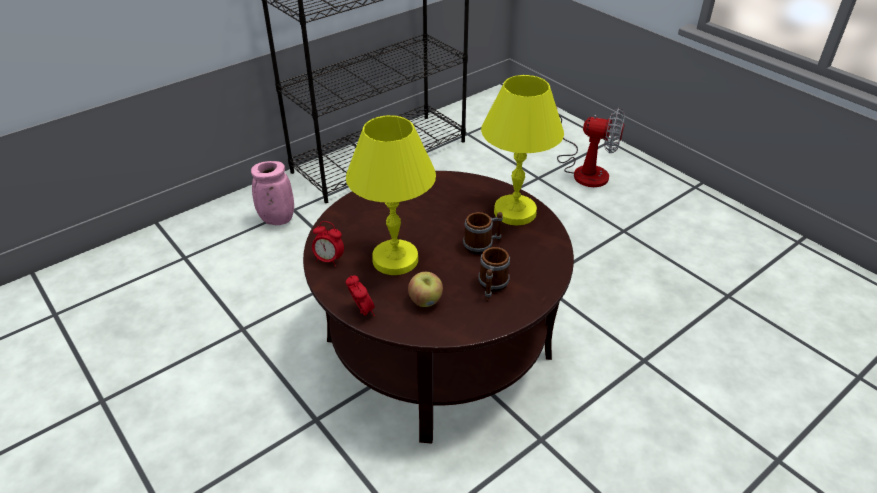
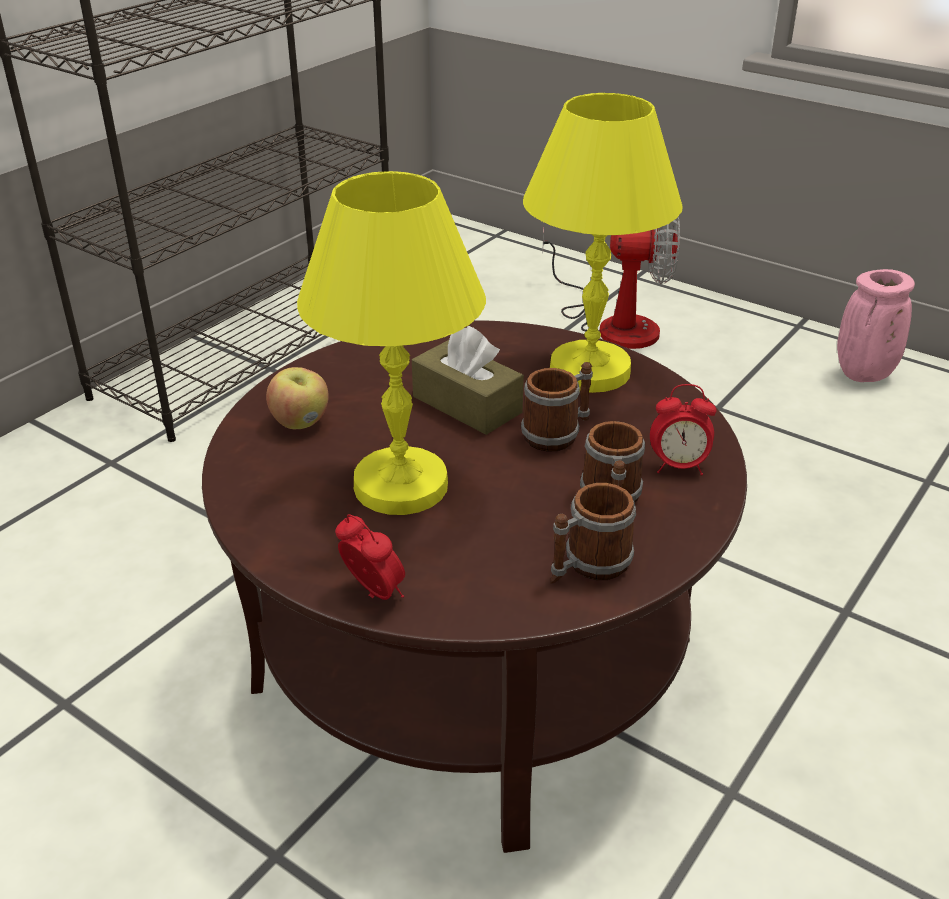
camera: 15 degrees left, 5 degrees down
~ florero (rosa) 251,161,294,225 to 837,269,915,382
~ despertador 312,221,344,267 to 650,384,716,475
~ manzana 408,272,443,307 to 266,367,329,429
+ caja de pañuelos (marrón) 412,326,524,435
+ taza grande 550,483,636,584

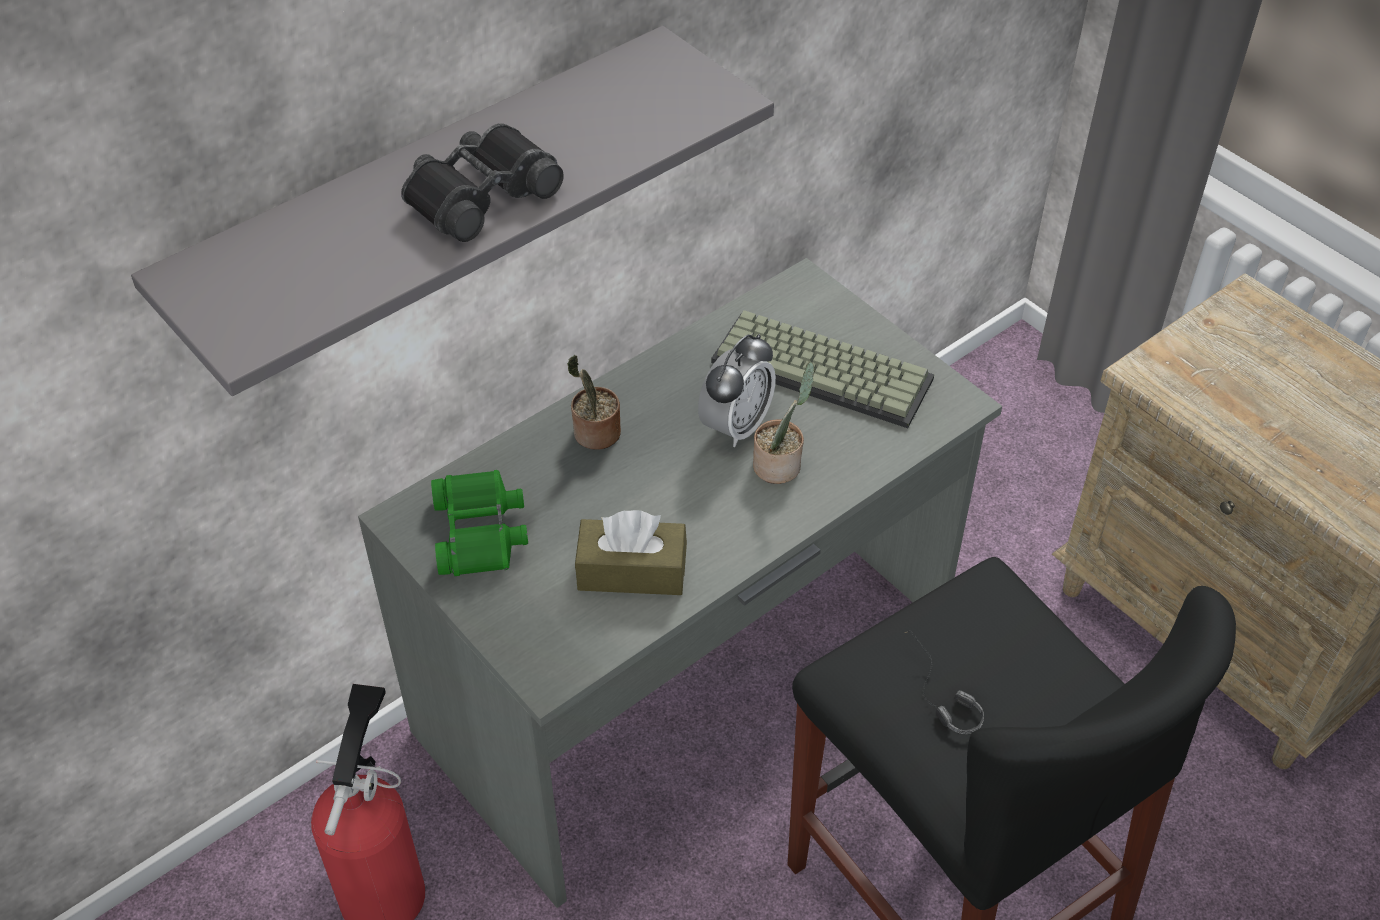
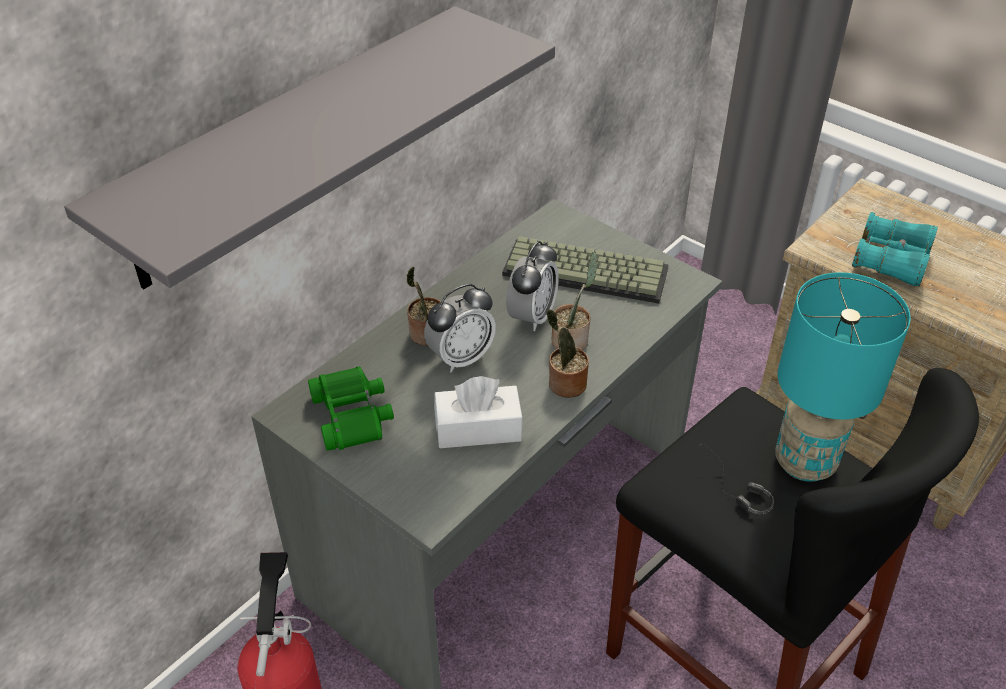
camera: 10 degrees left, 5 degrees down
- prismáticos (negro) 401,124,564,242
~ caja de pañuelos (marrón) 575,510,687,595 to caja de pañuelos (blanco) 434,376,523,448
+ prismáticos (turquesa) 852,212,938,287
+ lámpara de mesa (turquesa) 775,272,911,482
+ despertador 424,284,496,373
+ planta en maceta 547,309,589,398

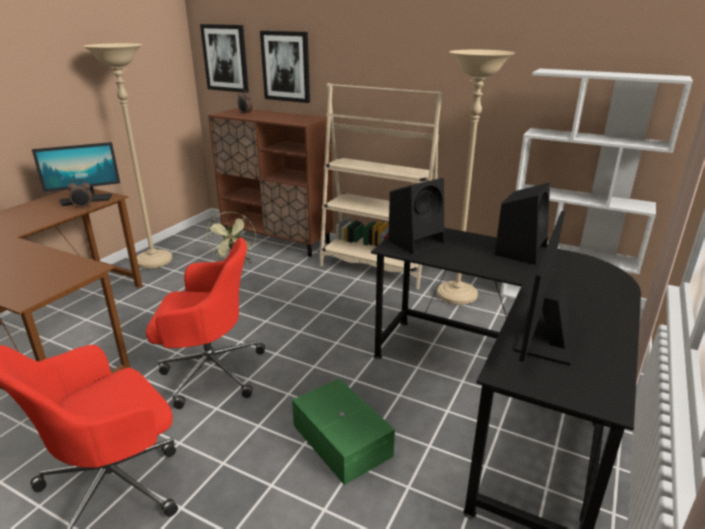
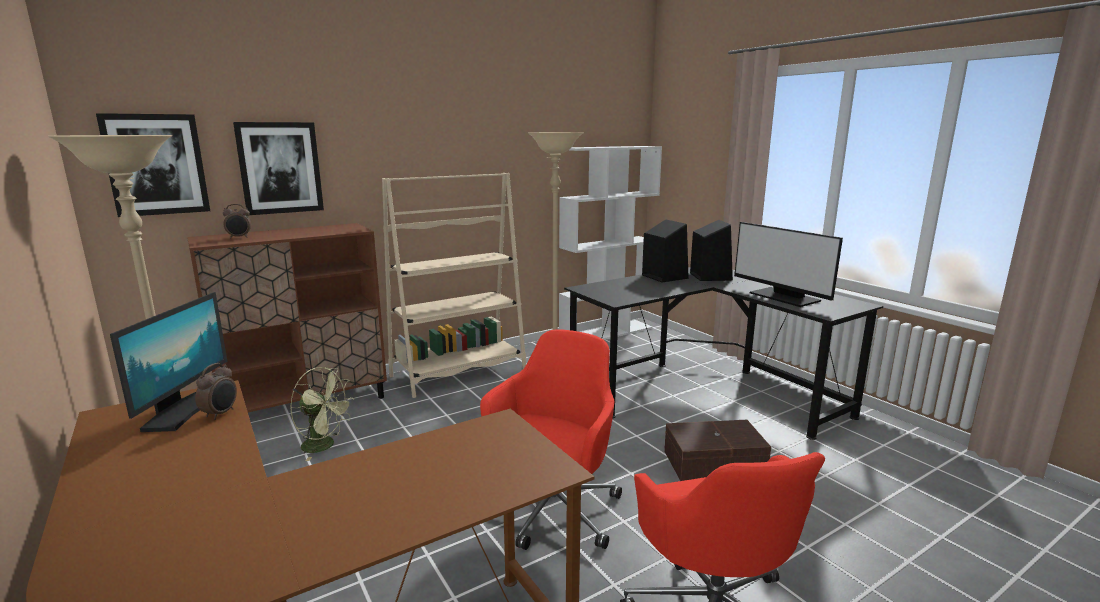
camera: 60 degrees left, 10 degrees down
~ altavoz (negro) 388,178,445,254 to 690,220,733,281
~ caja de almacenaje (verde) 292,378,395,485 to caja de almacenaje (marrón) 664,420,771,481

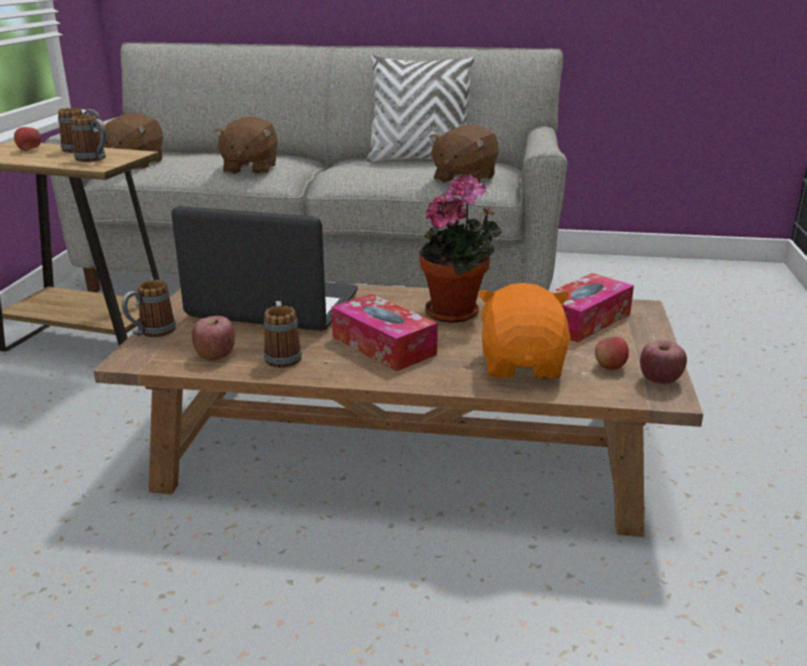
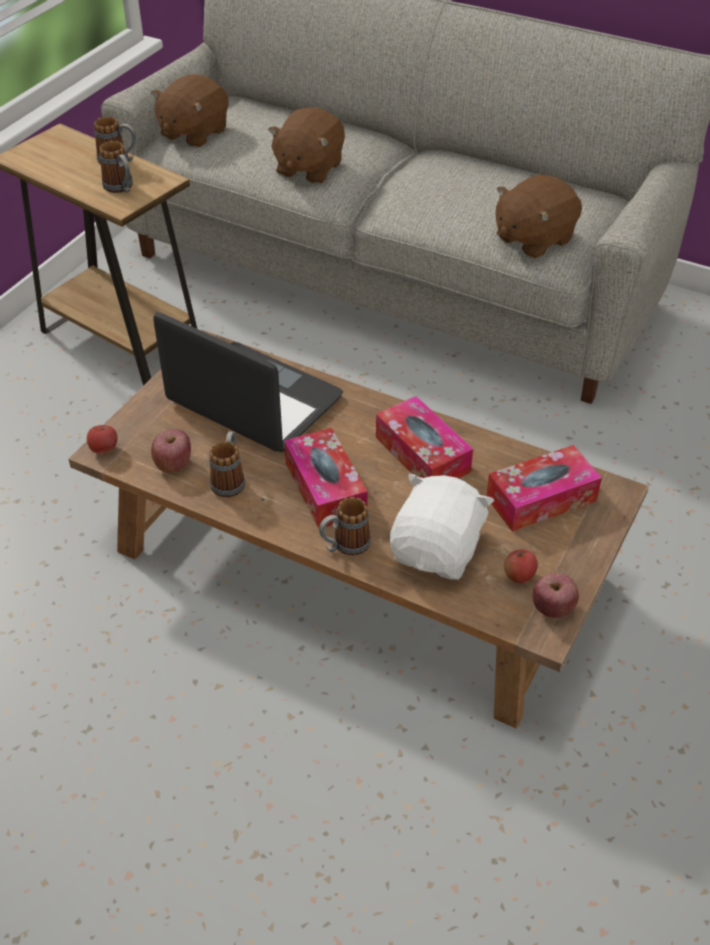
camera: 20 degrees right, 20 degrees up
- cojín (blanco) 366,54,474,162
~ manzana 14,127,41,151 to 87,425,118,454
~ planta en maceta 419,174,502,323 to caja de pañuelos 376,396,473,479
~ taza grande 122,280,176,337 to 319,497,371,555
~ peluche (naranja) 478,283,570,379 to peluche (blanco) 390,473,494,580

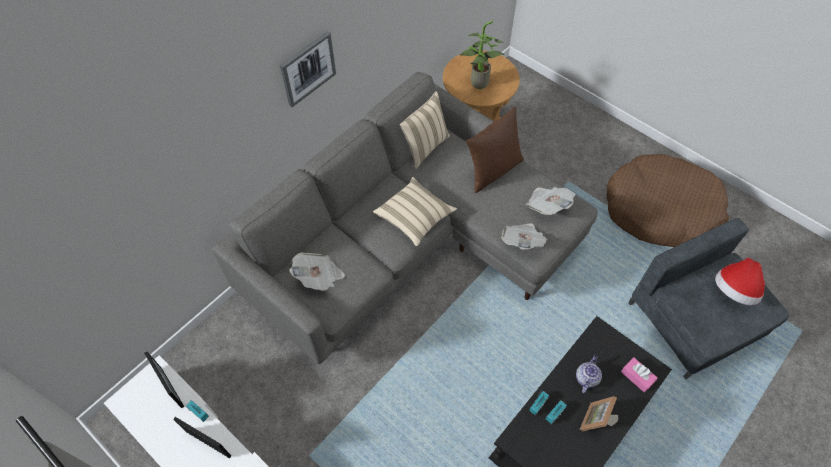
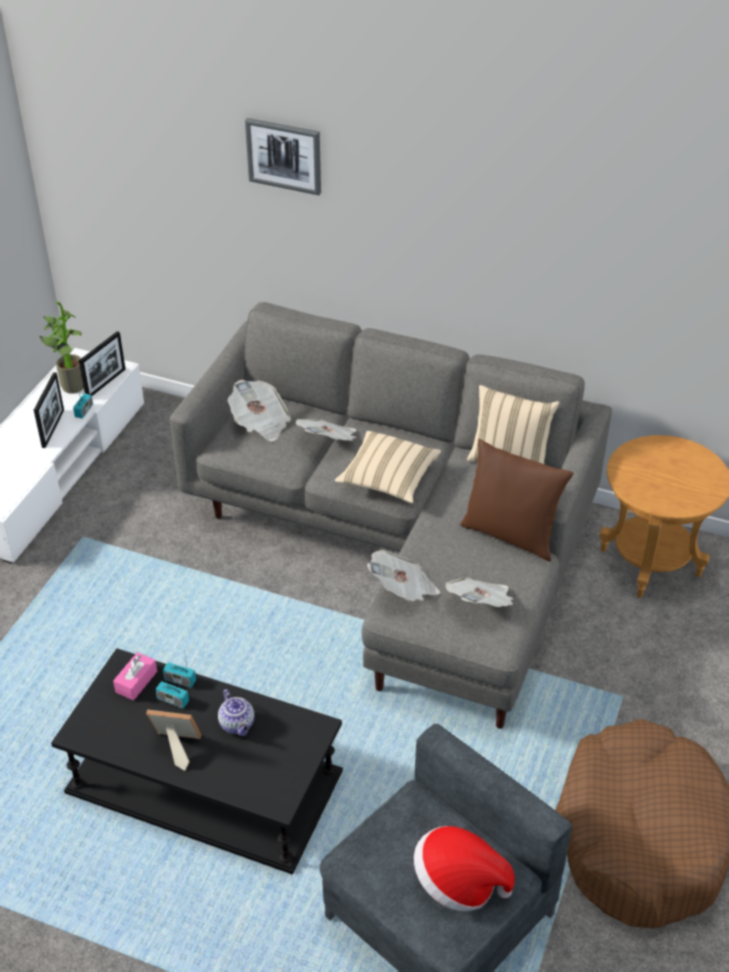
camera: 70 degrees right, 15 degrees down
~ planta en maceta 460,21,505,89 to 39,301,84,394
~ cuadro 280,31,336,107 to 245,118,321,195
~ tetera 576,354,602,393 = 218,689,254,736 60 degrees clockwise
~ caja de pañuelos (rosa) 621,357,658,393 to 113,652,157,700
+ periódico 296,419,356,441

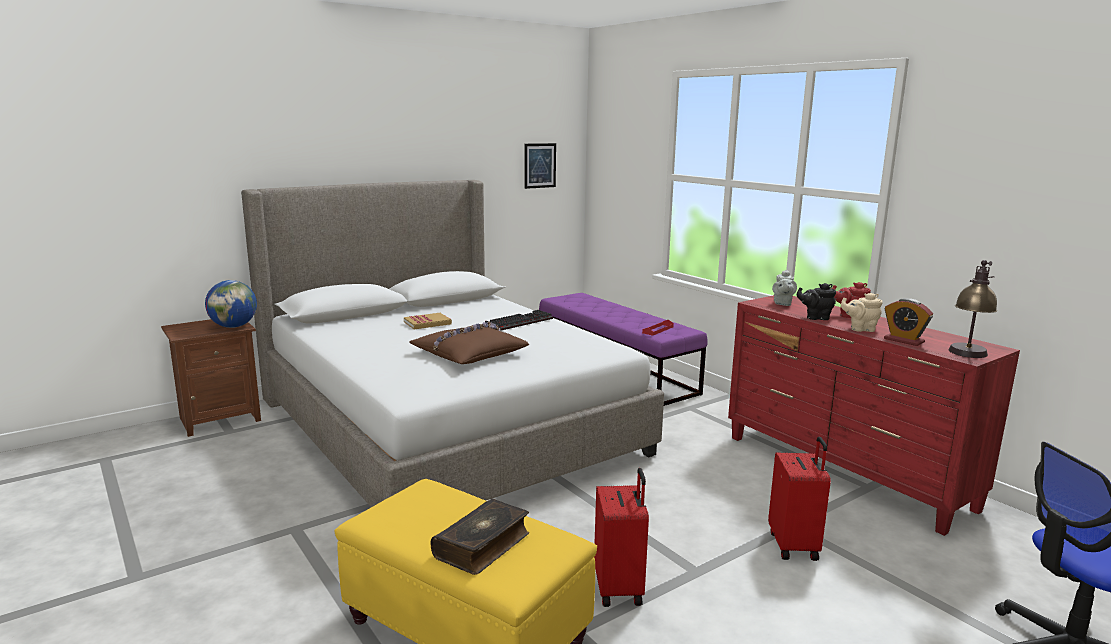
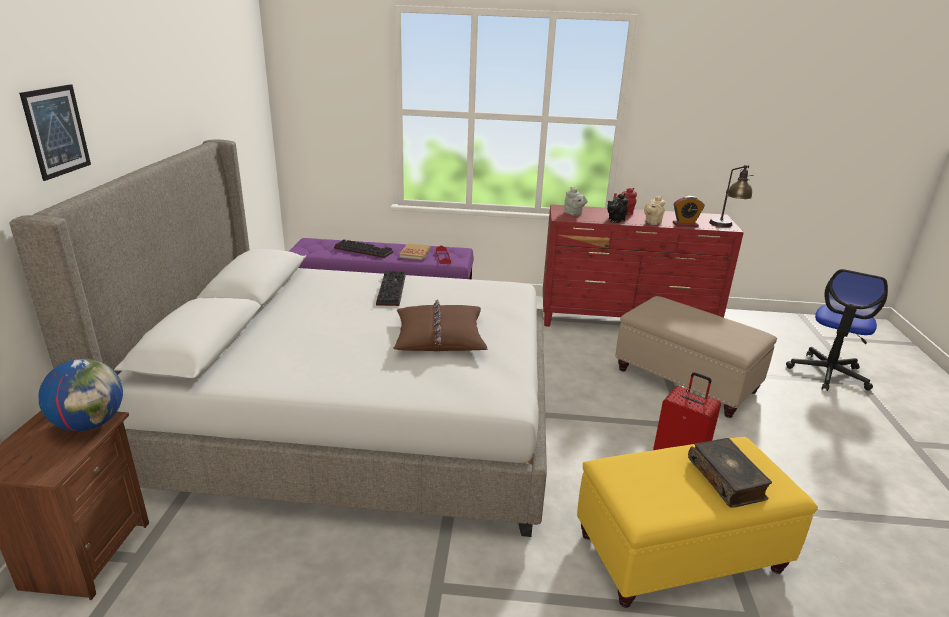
camera: 50 degrees left, 10 degrees up
~ cuadro 524,143,556,189 to 19,84,91,181
~ libro 404,313,452,330 to 399,244,430,260
~ maleta (rojo) 768,437,831,561 to puf (beis) 616,296,777,418
+ teclado 334,239,393,258

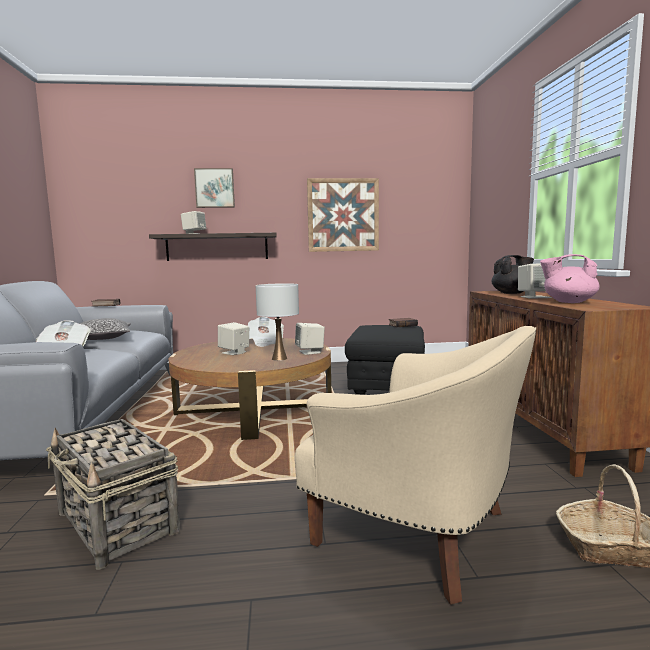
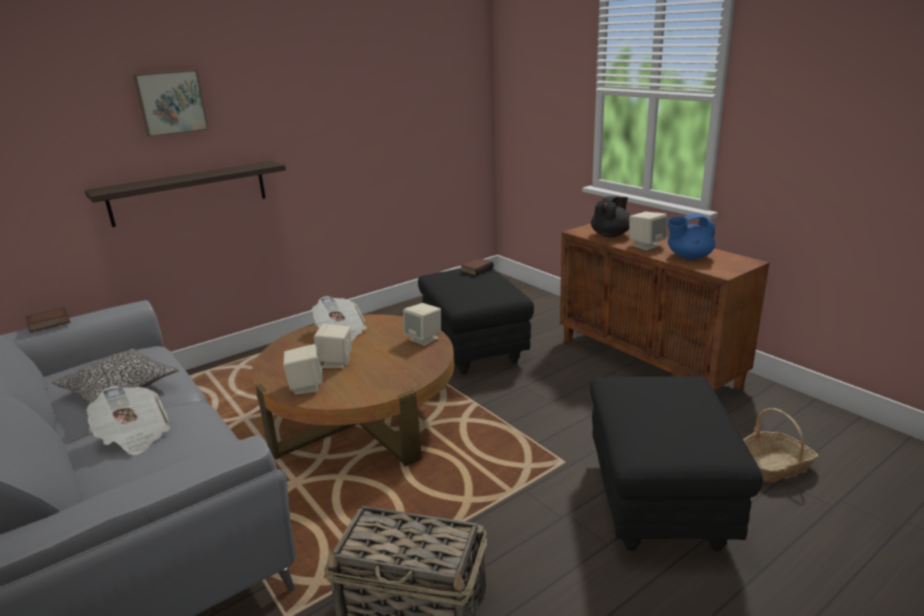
camera: 30 degrees left, 15 degrees up
- cuadro 307,178,379,252
~ altavoz (beis) 181,211,206,234 to 283,344,323,395
~ tetera (rosa) 540,254,600,303 to tetera (azul) 668,214,715,260
- lámpara de mesa (blanco) 256,283,299,361
~ sillón (beis) 295,326,536,605 to puf (negro) 590,376,762,551

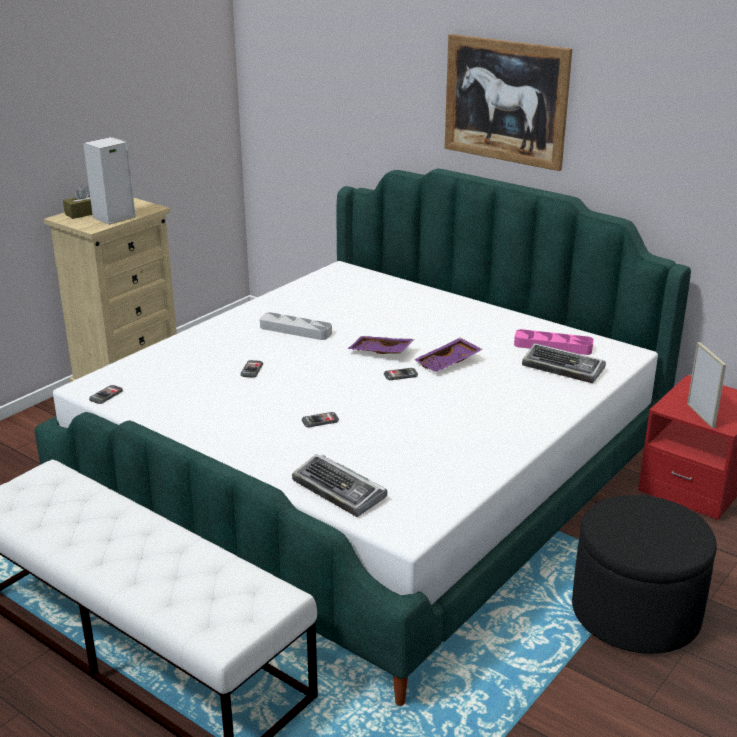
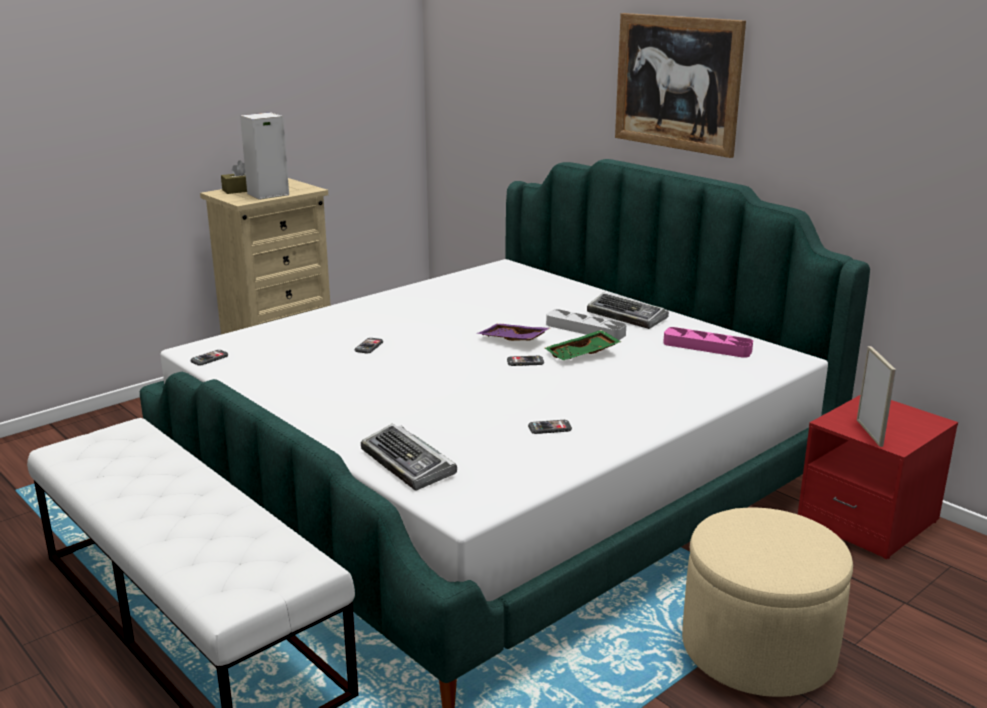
camera: 10 degrees right, 5 degrees down
~ bandeja (gris) 260,312,332,340 to 546,309,626,340
~ bandeja (morado) 414,338,483,372 to bandeja (verde) 545,330,621,360
~ teclado 522,343,606,383 to 587,292,669,329
~ móvil 302,412,339,427 to 528,420,572,434
~ puf (negro) 572,495,717,654 to puf (beis) 682,508,853,697

